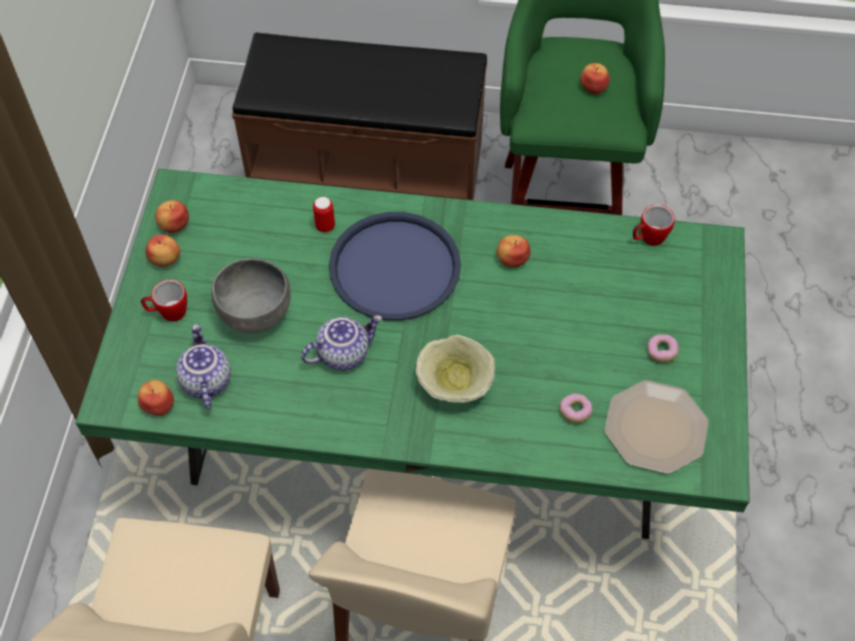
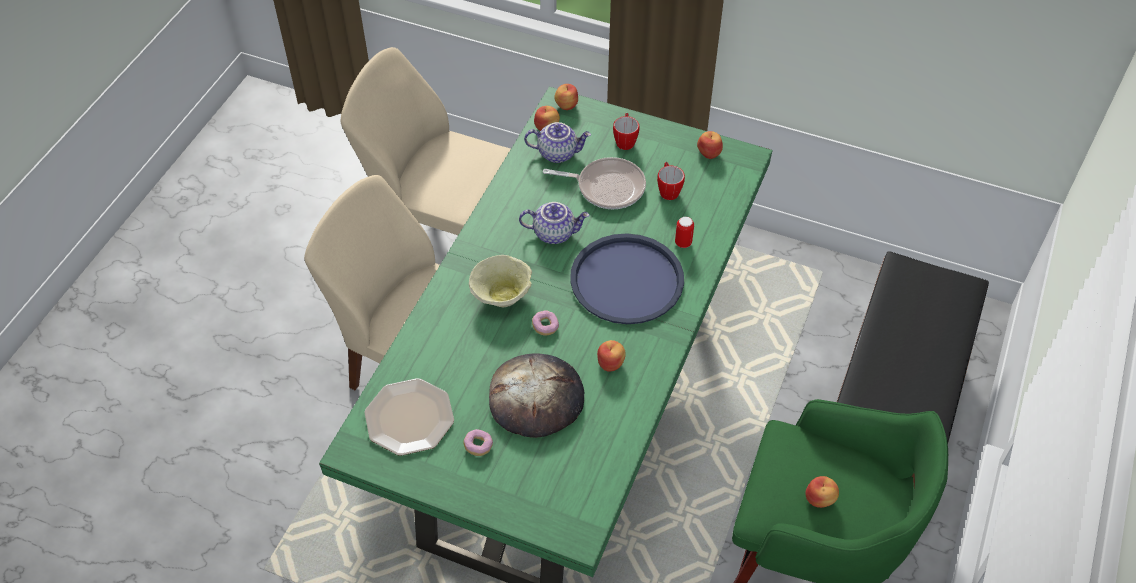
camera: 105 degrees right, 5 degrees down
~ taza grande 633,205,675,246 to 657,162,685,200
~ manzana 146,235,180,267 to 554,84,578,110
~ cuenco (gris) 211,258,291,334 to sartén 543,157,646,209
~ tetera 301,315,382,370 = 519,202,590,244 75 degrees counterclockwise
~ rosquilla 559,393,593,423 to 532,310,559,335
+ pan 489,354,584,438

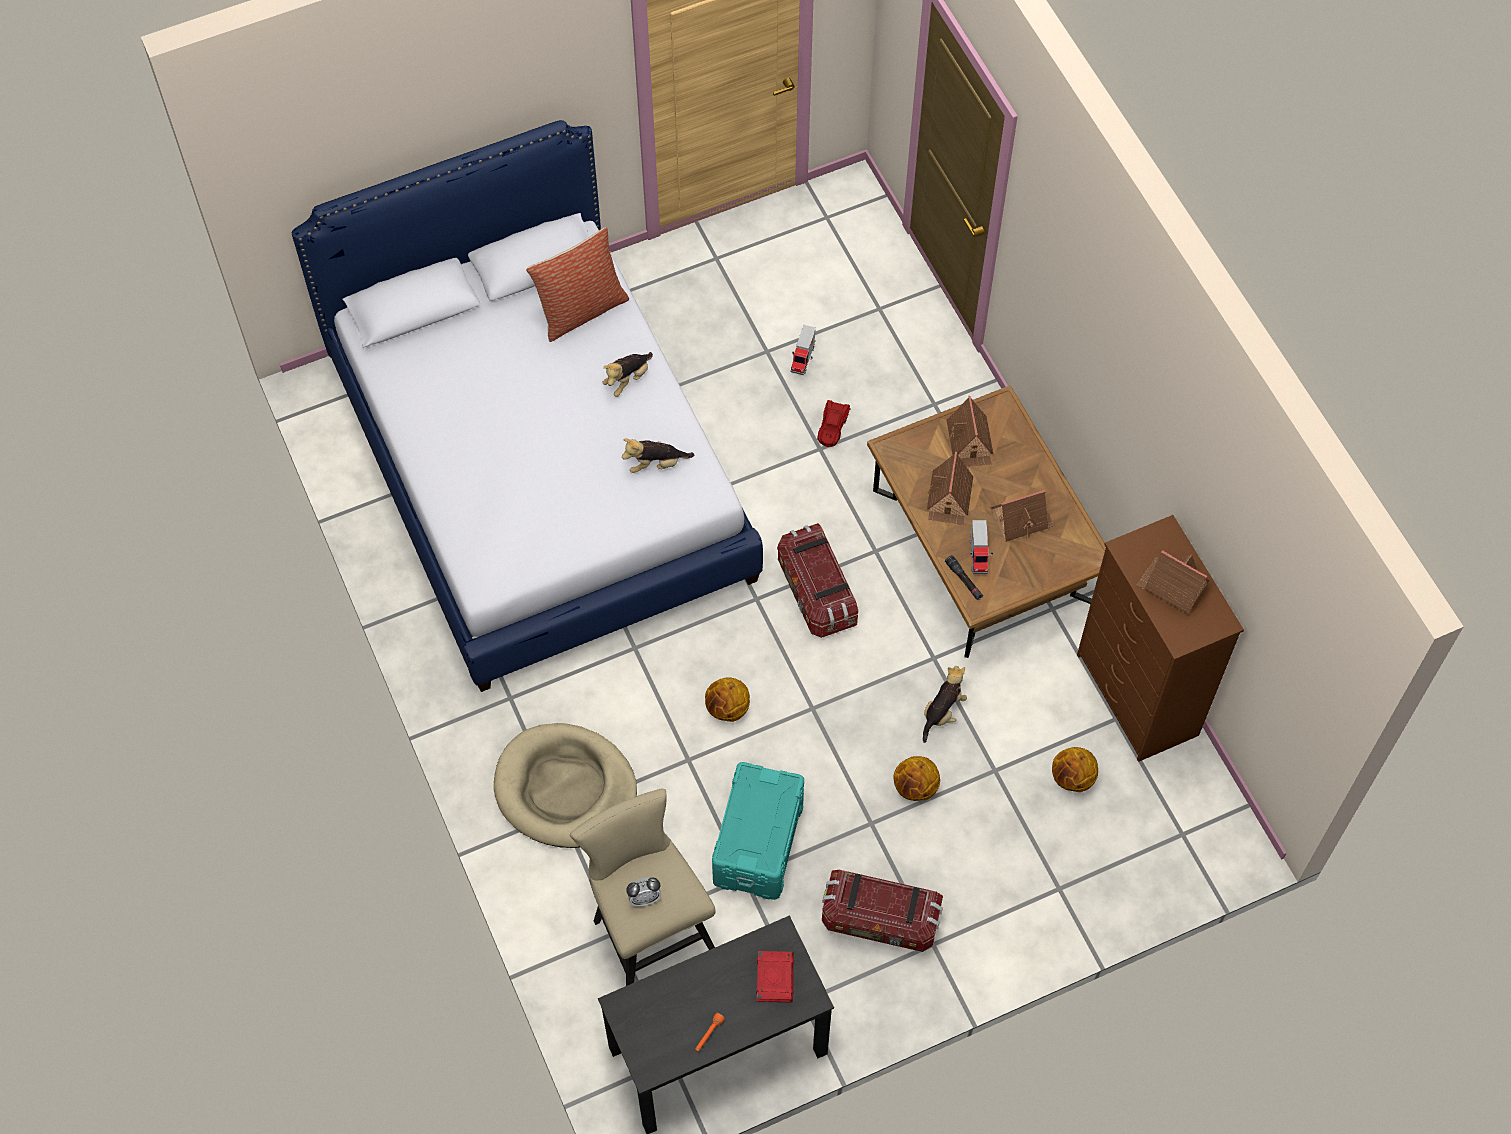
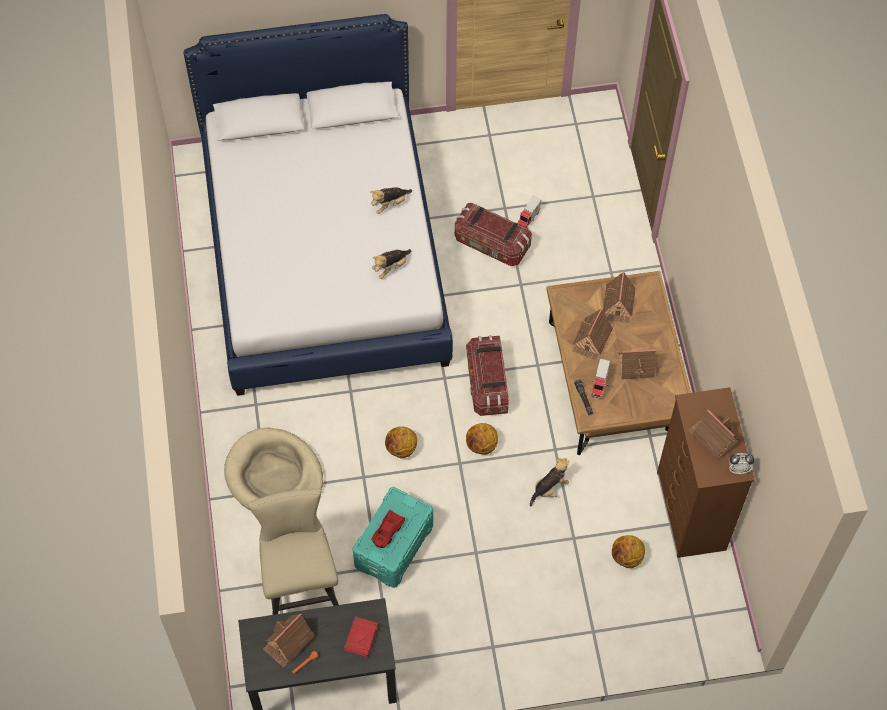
camera: 15 degrees right, 0 degrees up
- cojín 526,227,629,342
~ coche de juguete (rojo) 817,400,850,447 to 371,510,406,548
~ peluche 622,438,694,473 = 372,249,411,279 45 degrees counterclockwise
~ balón de baloncesto 894,756,940,801 to 466,423,498,455
~ caja de almacenaje 822,870,943,952 to 455,203,532,266
~ despertador 626,877,661,907 to 728,453,754,474
+ casita 263,613,315,667

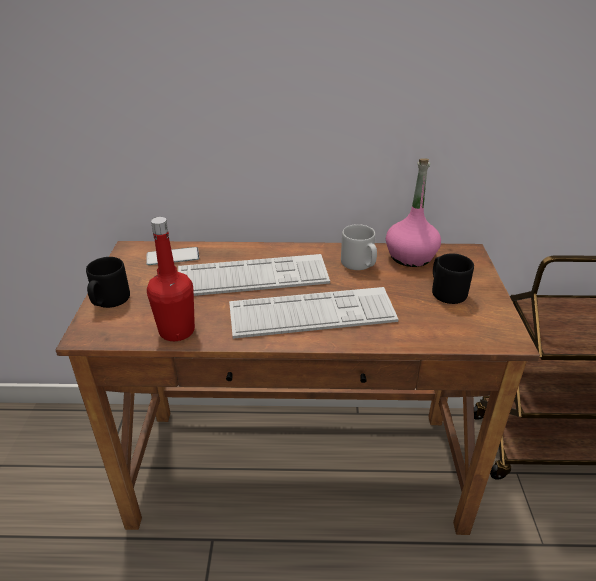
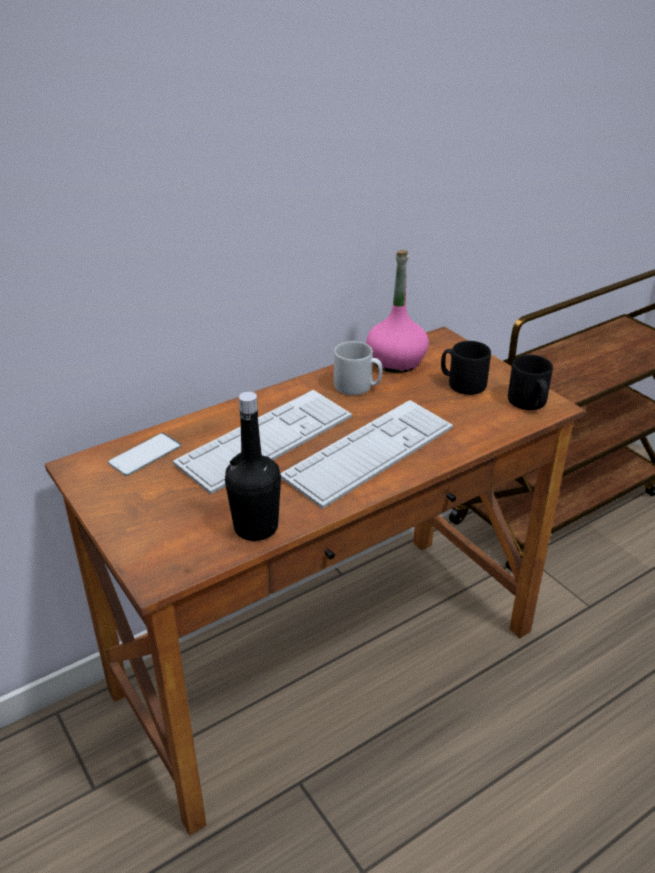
camera: 35 degrees left, 0 degrees up
~ botella (rojo) 147,217,195,341 to botella (negro) 225,392,281,541
~ taza grande (negro) 86,257,130,308 to 508,355,553,410

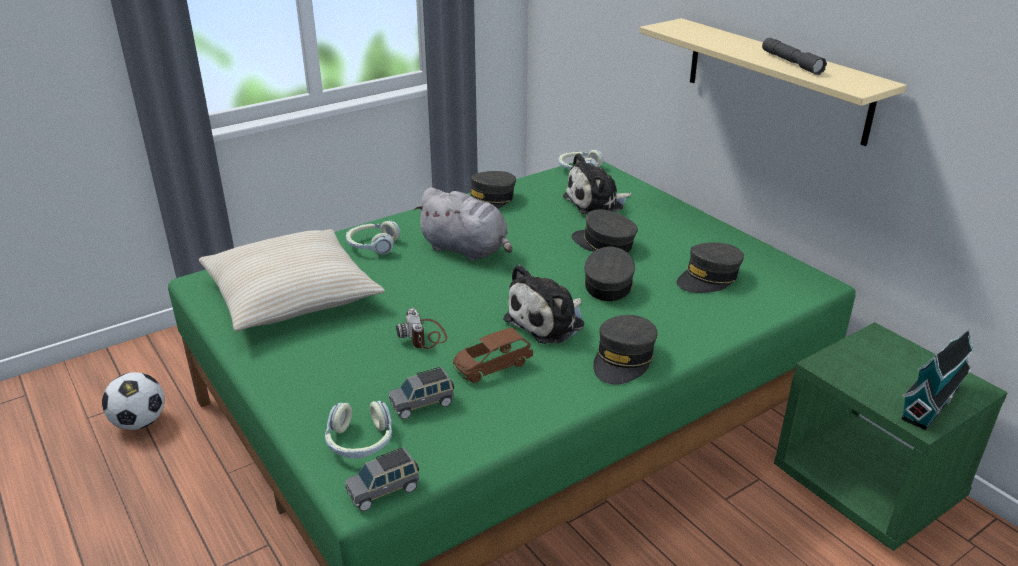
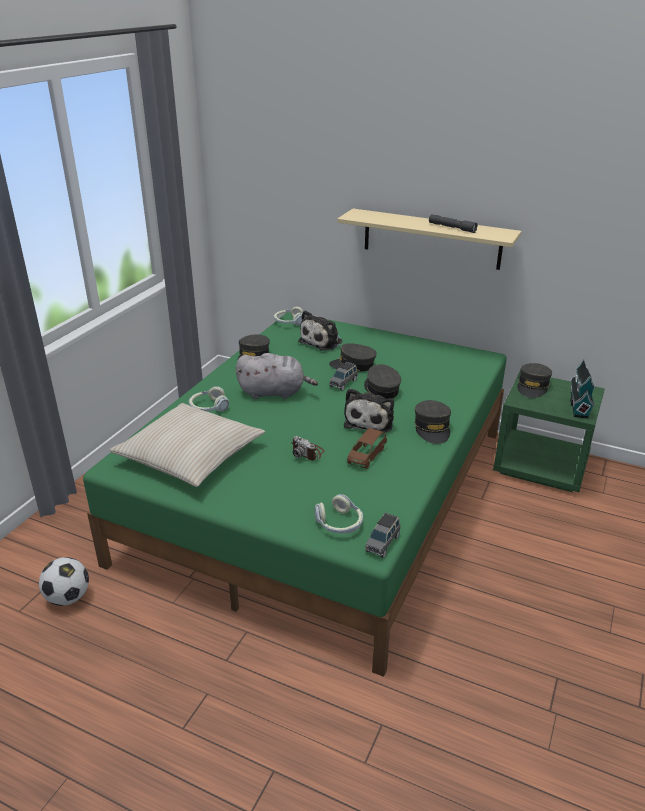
camera: 30 degrees left, 0 degrees up
~ gorra (gris) 677,242,744,293 to 517,363,552,398
~ coche de juguete (gris) 389,367,454,419 to 329,362,357,391

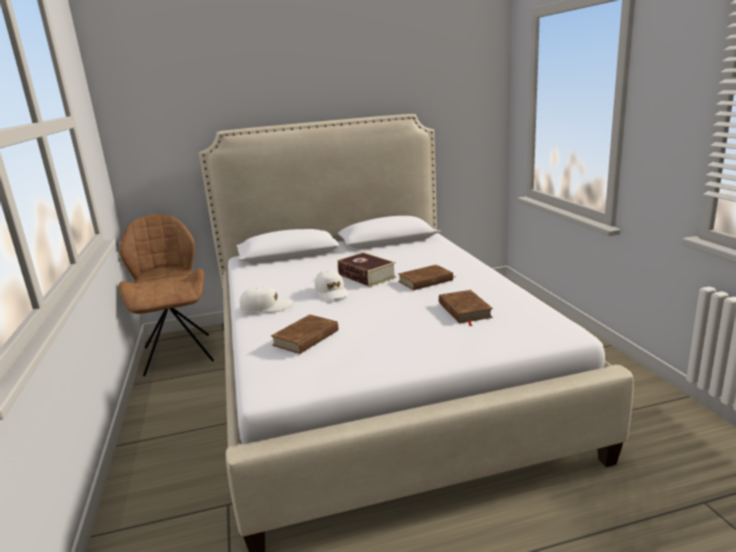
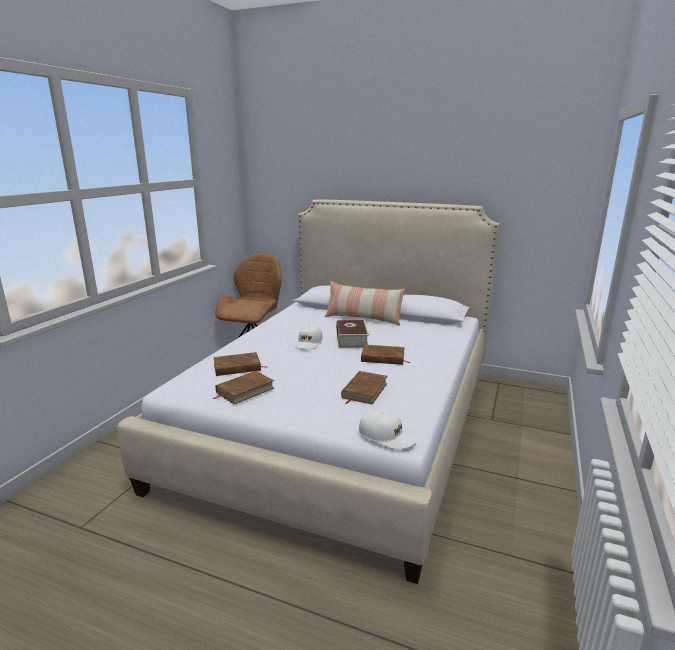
camera: 35 degrees right, 0 degrees up
~ gorra (blanco) 240,286,293,313 to 359,410,417,449
+ cojín 325,281,405,326
+ libro (marrón) 213,371,274,404

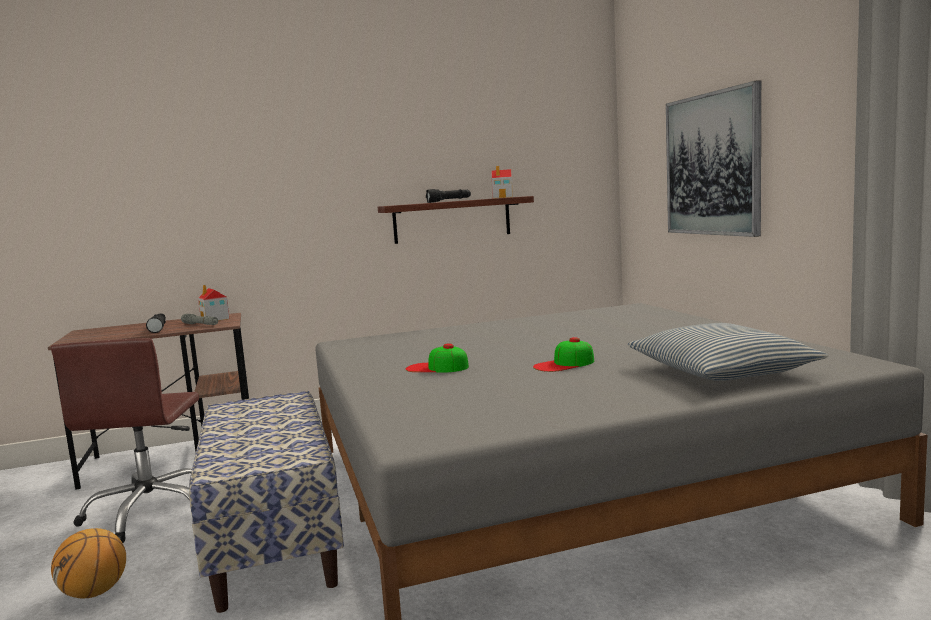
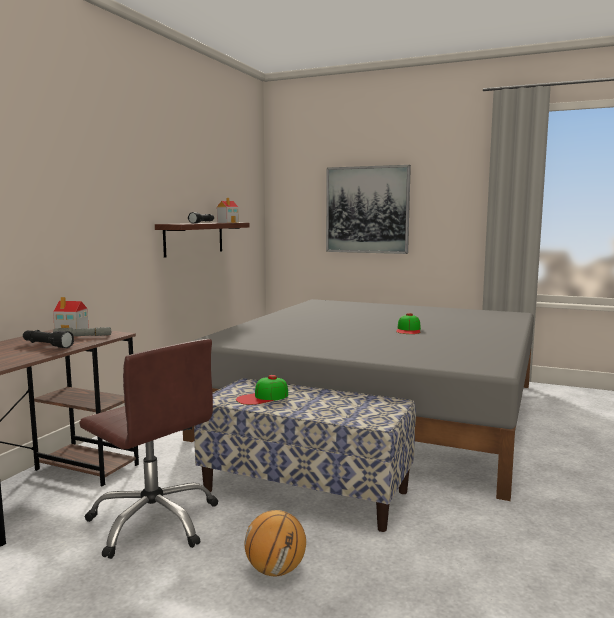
camera: 50 degrees left, 0 degrees up
- cojín 628,323,828,381
~ gorra 406,343,469,373 to 236,375,288,405

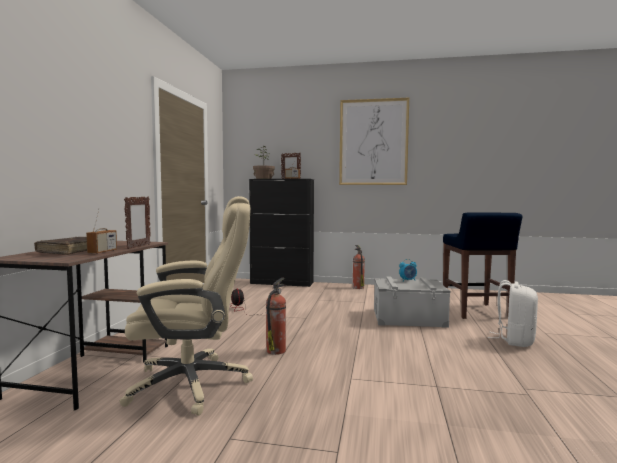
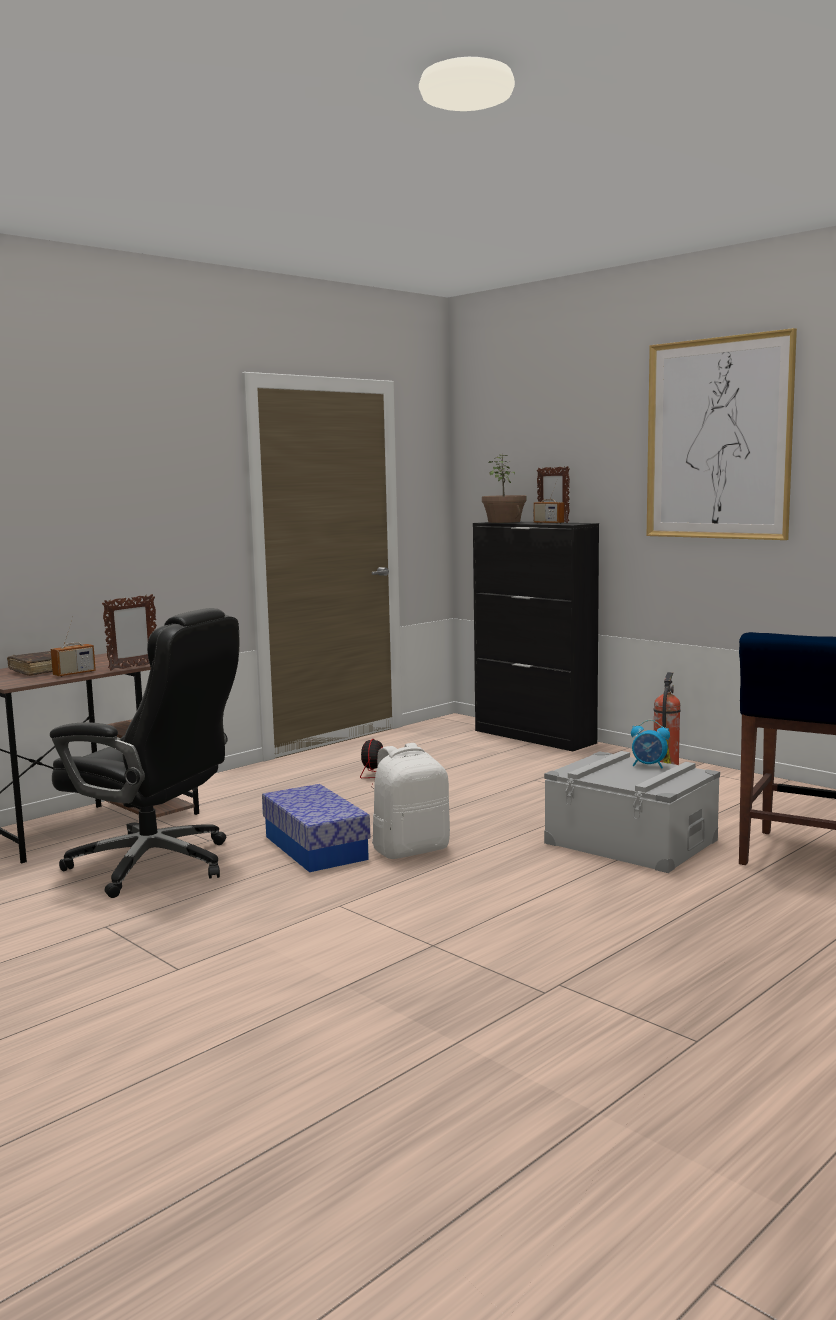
camera: 35 degrees right, 5 degrees up
~ silla de oficina (beis) 119,196,253,416 to silla de oficina (negro) 50,608,239,898
~ extintor 266,278,286,355 to caja de almacenaje 262,784,371,872
~ mochila (blanco) 488,280,538,347 to 372,743,450,859

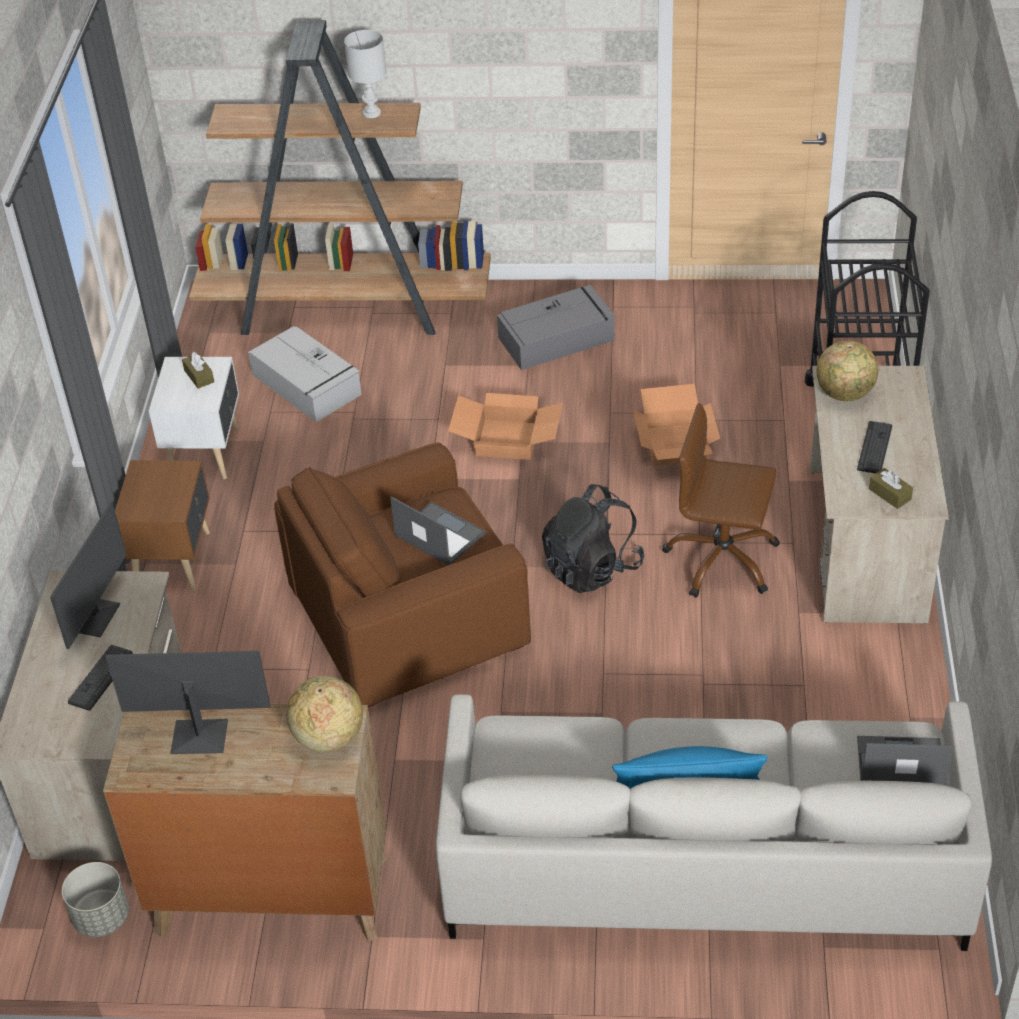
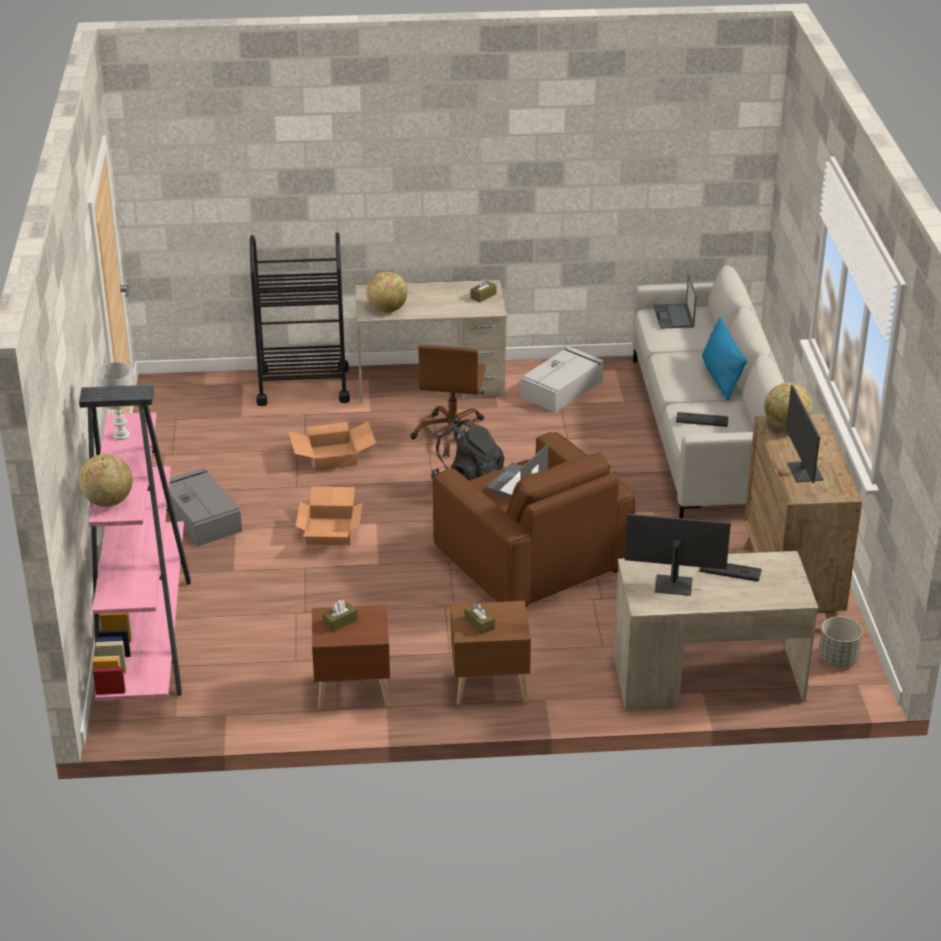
camera: 100 degrees left, 10 degrees down
~ estantería (marrón) 189,20,491,335 to estantería (rosa) 79,385,191,701
~ caja de almacenaje (gris) 248,326,362,422 to 520,347,604,412
~ mesita de noche (blanco) 149,357,239,479 to mesita de noche (marrón) 312,605,390,709
~ teclado 857,421,892,473 to 676,412,728,427
+ globo terráqueo 79,454,133,507
+ caja de pañuelos (marrón) 465,603,495,635

